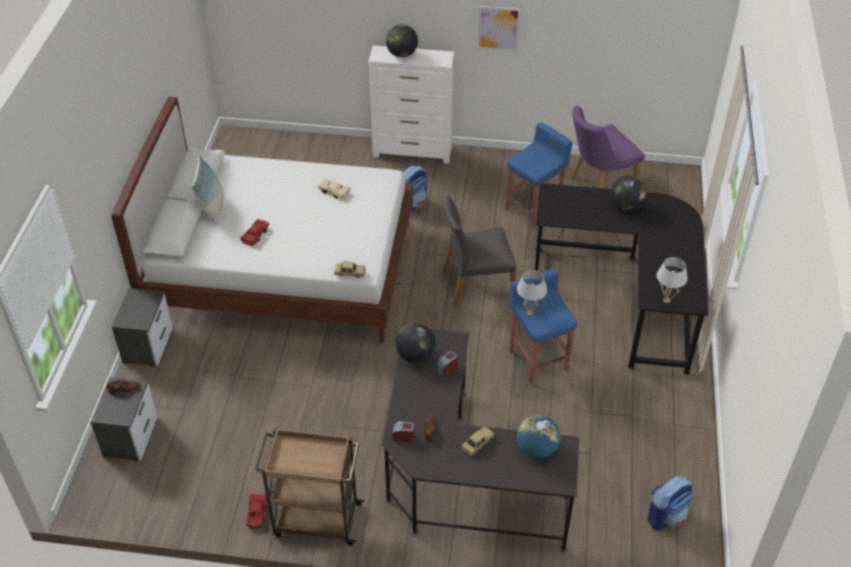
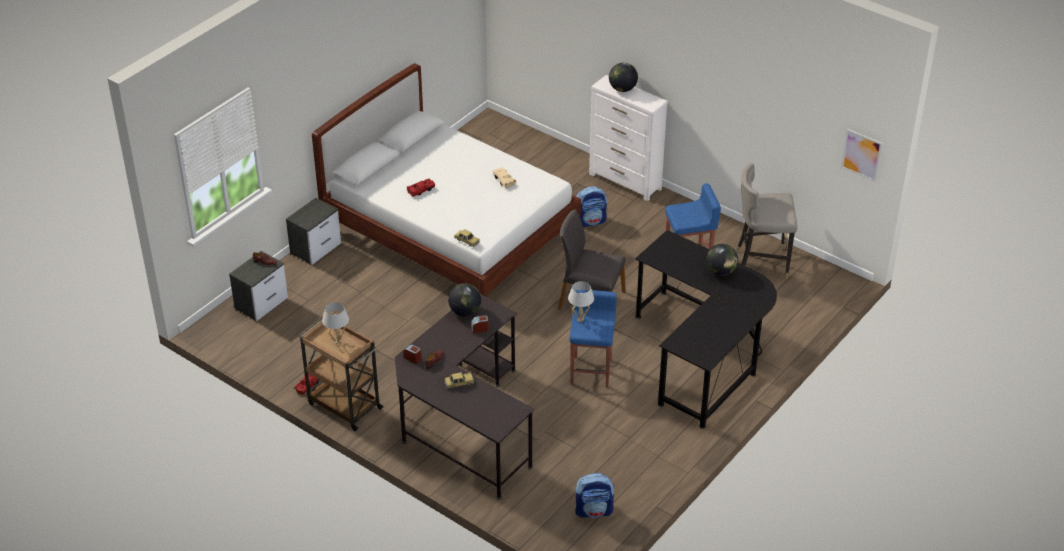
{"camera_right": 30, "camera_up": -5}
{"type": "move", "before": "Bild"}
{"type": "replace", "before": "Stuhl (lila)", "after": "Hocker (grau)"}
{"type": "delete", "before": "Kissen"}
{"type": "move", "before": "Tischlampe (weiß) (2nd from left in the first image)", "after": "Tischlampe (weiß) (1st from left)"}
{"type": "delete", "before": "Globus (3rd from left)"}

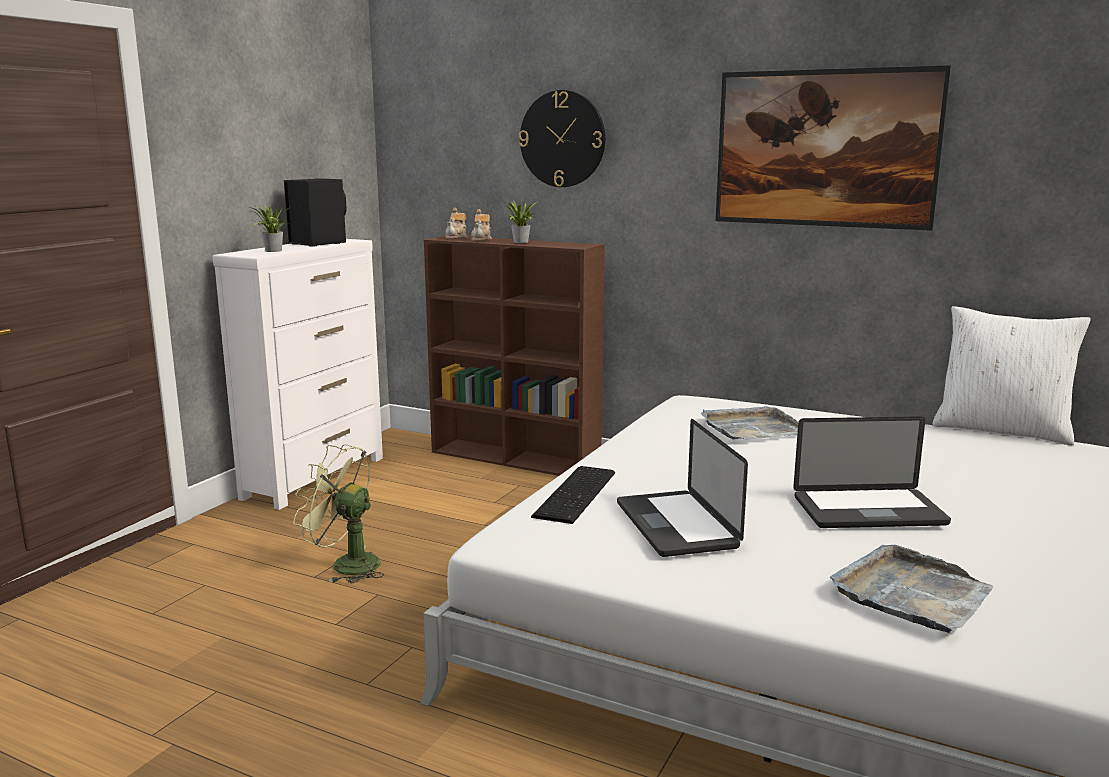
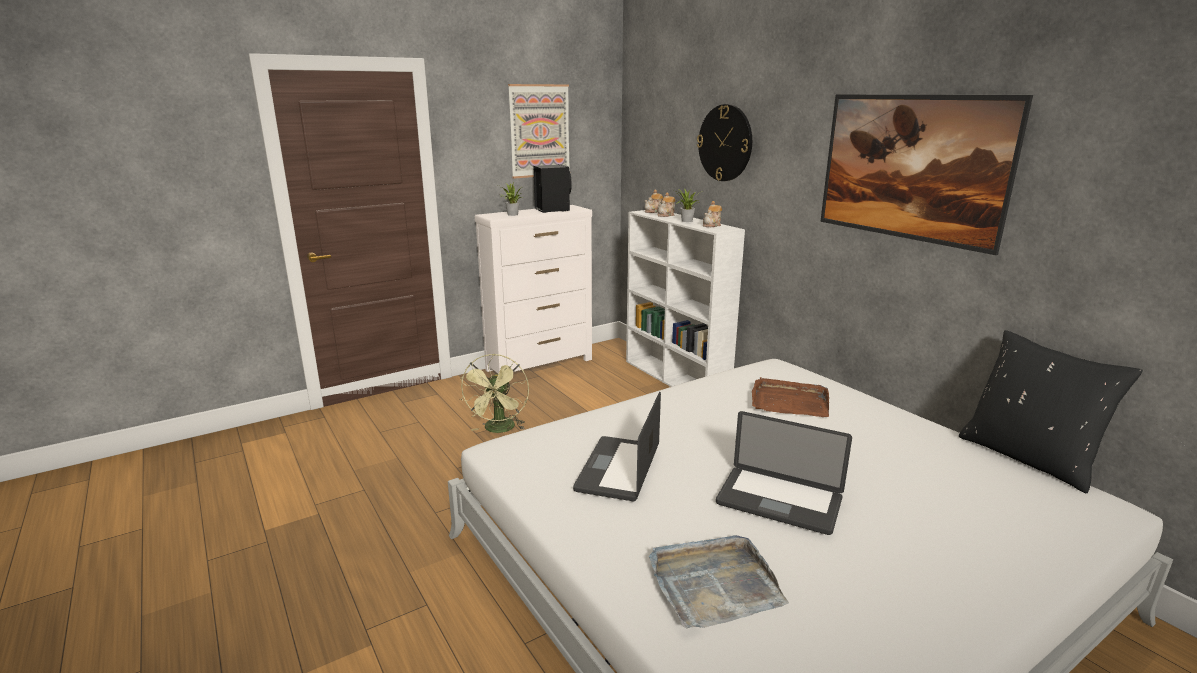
{"camera_right": 30, "camera_up": 5}
{"type": "recolor", "before": "Bücherregal (braun)", "after": "Bücherregal (weiß)"}
{"type": "recolor", "before": "Kissen (weiß)", "after": "Kissen (schwarz)"}
{"type": "recolor", "before": "Tablett (grau) (1st from left)", "after": "Tablett (braun)"}
{"type": "rotate", "before": "Ventilator (grün)", "turn": -135}
{"type": "delete", "before": "Tastatur"}
{"type": "insert", "after": "Bild (1st from left)"}
{"type": "insert", "after": "Teekanne (3rd from left)"}

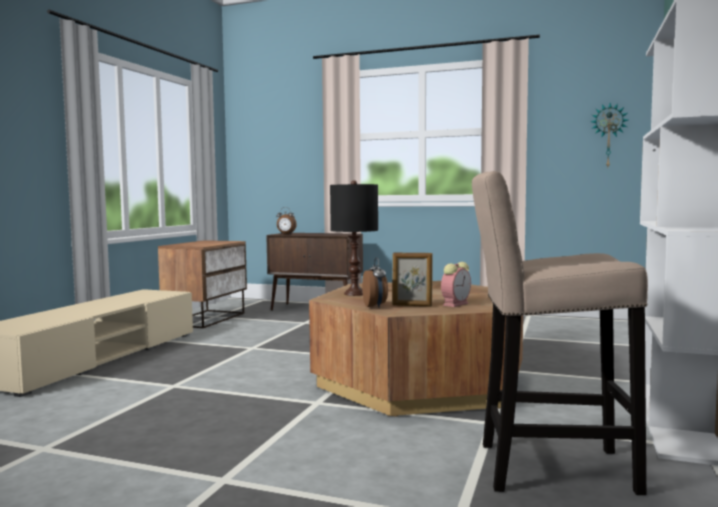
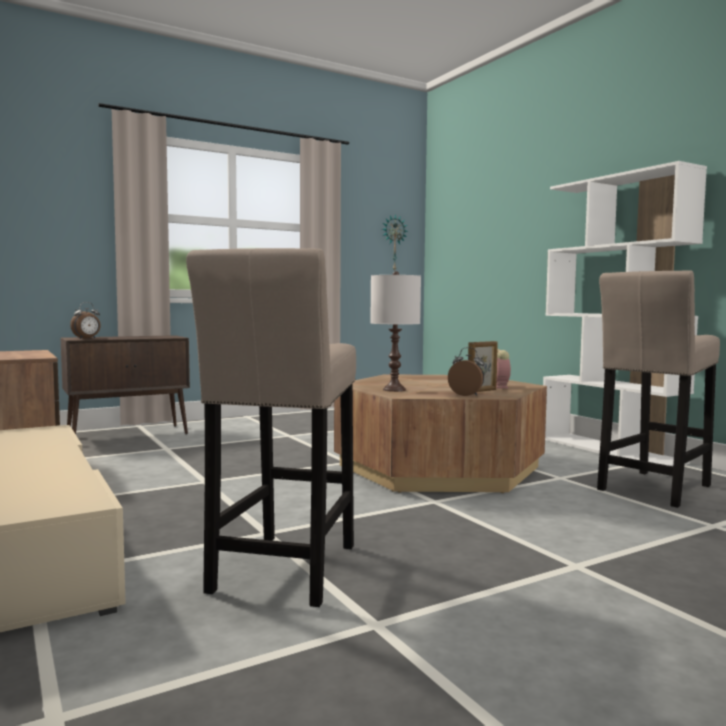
{"camera_right": -50, "camera_up": 0}
{"type": "recolor", "before": "Tischlampe (schwarz)", "after": "Tischlampe (weiß)"}
{"type": "insert", "after": "Hocker (beige) (1st from left)"}

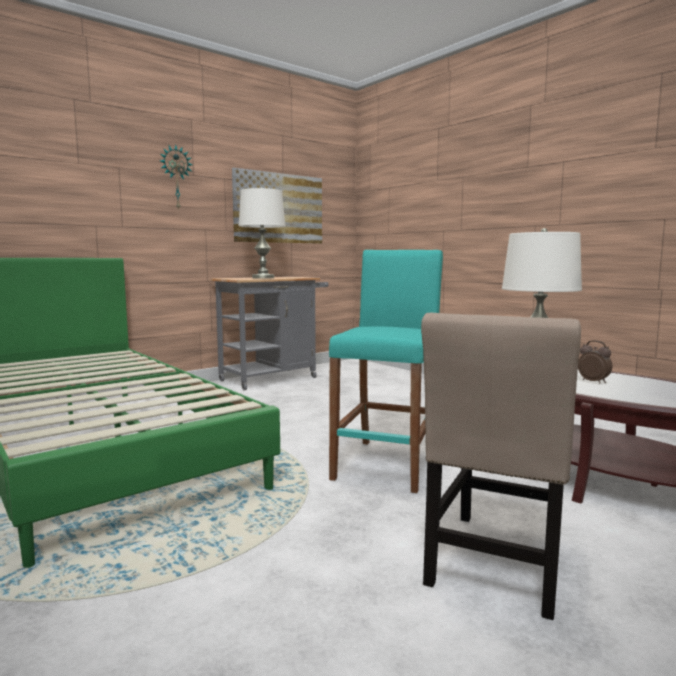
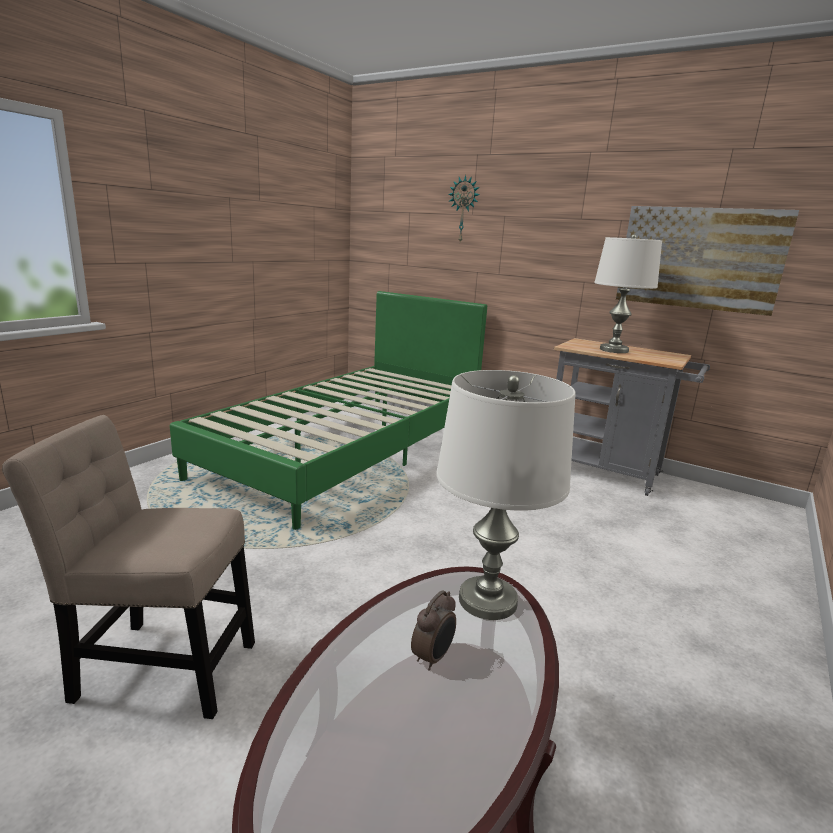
{"camera_right": 70, "camera_up": 10}
{"type": "move", "before": "Wanduhr"}
{"type": "delete", "before": "Hocker (türkis)"}

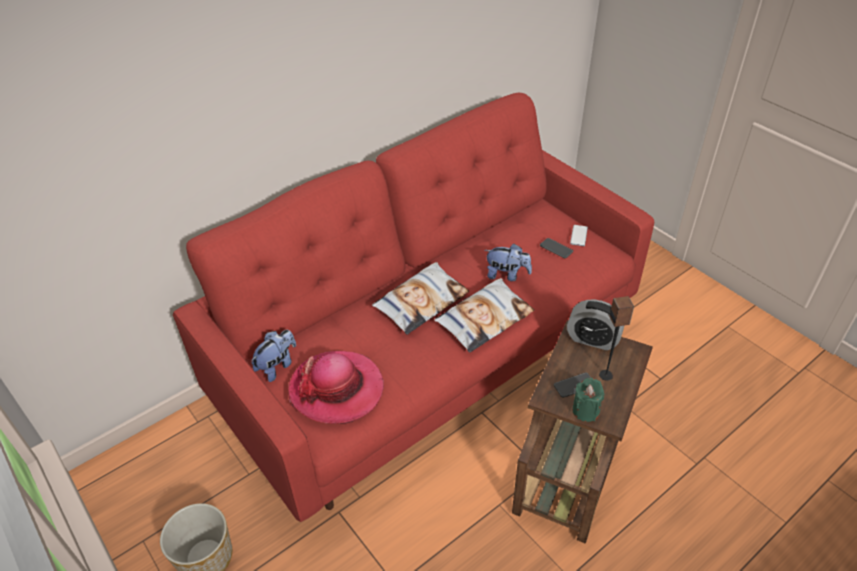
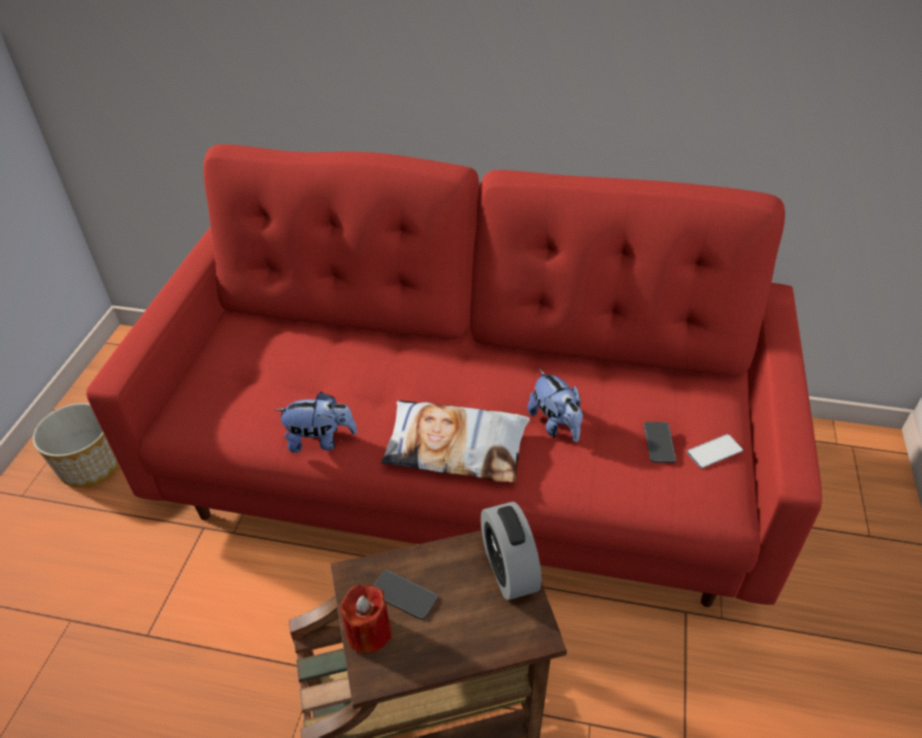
{"camera_right": 50, "camera_up": 0}
{"type": "delete", "before": "Kissen (1st from left)"}
{"type": "delete", "before": "Lautsprecher"}
{"type": "move", "before": "Plüschtier (1st from left)"}
{"type": "delete", "before": "Hut"}
{"type": "recolor", "before": "Kerze (grün)", "after": "Kerze (rot)"}

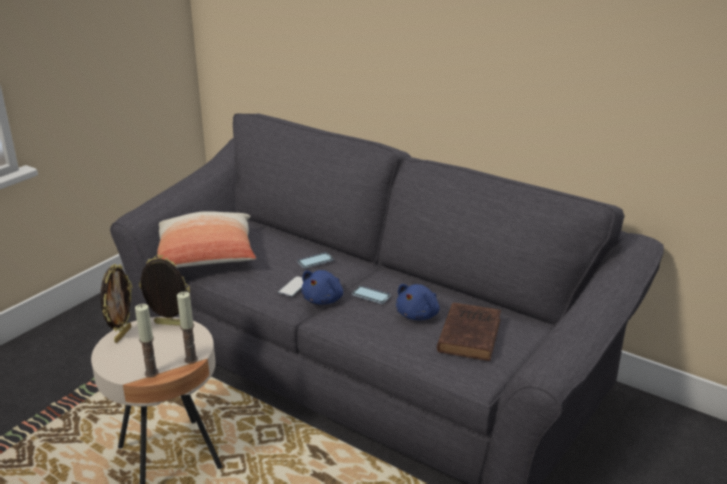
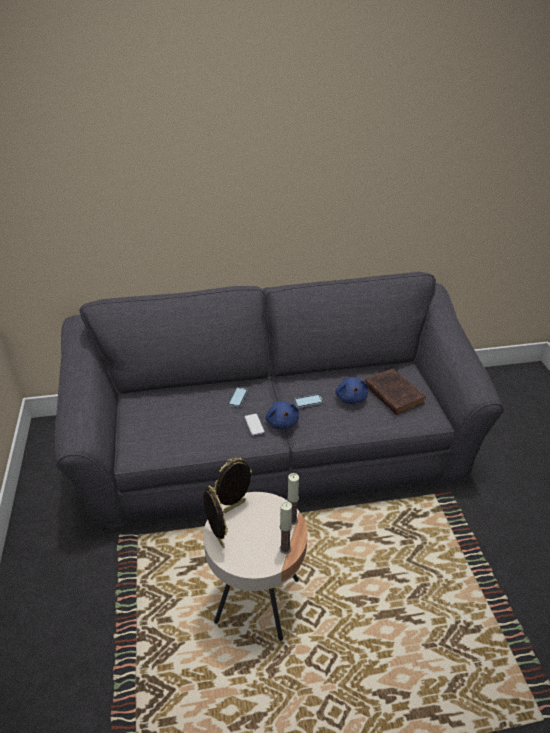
{"camera_right": -45, "camera_up": 10}
{"type": "delete", "before": "Kissen"}

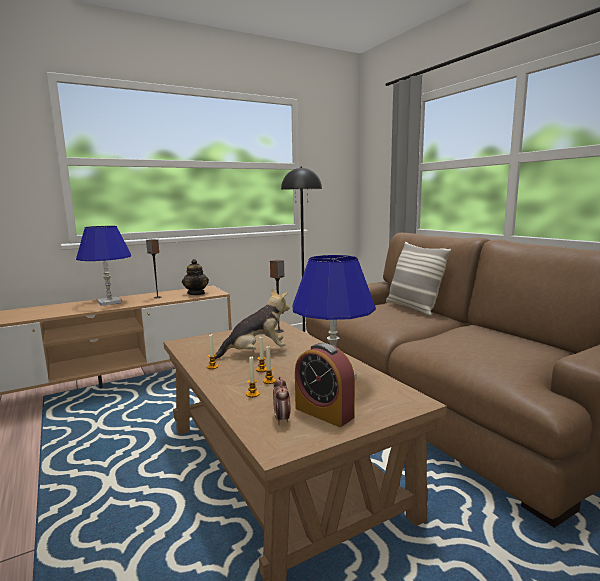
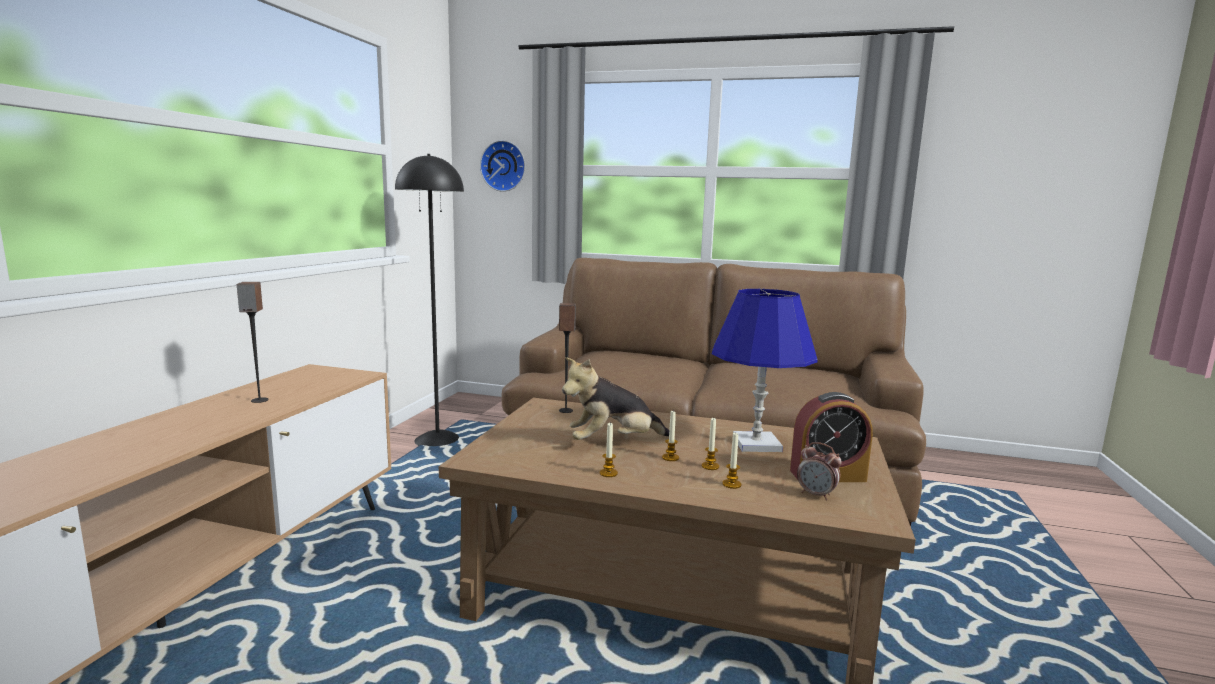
{"camera_right": -45, "camera_up": 0}
{"type": "delete", "before": "Tischlampe (blau) (1st from left)"}
{"type": "delete", "before": "Kissen"}
{"type": "delete", "before": "Teekanne"}
{"type": "rotate", "before": "Plüschtier", "turn": -135}
{"type": "insert", "after": "Wanduhr"}

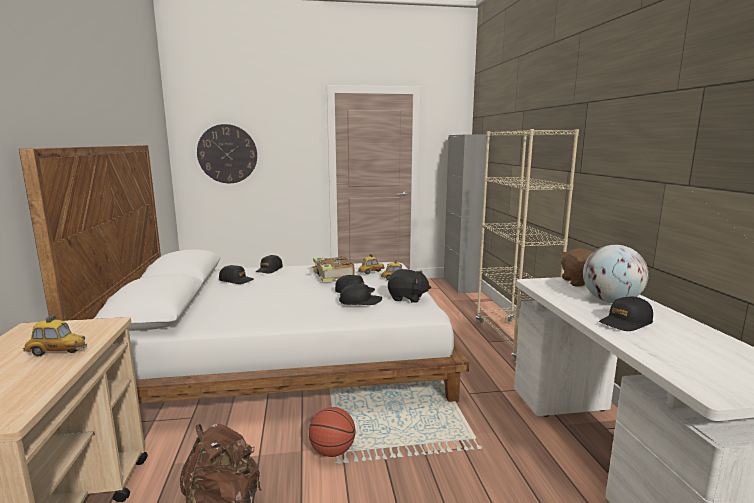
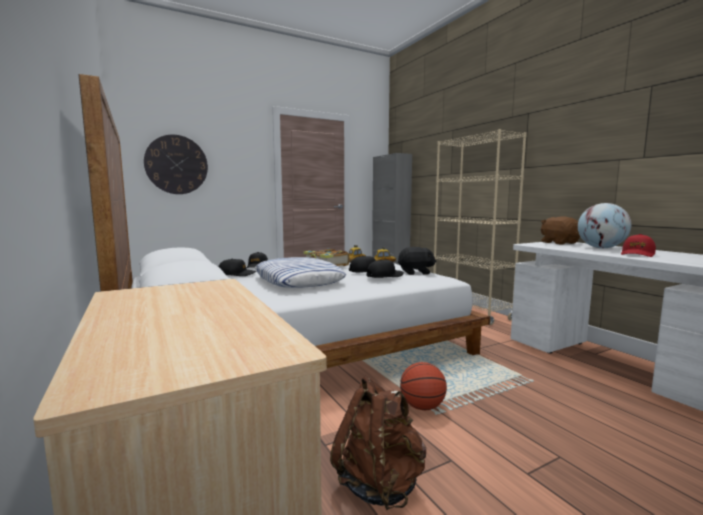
{"camera_right": -20, "camera_up": -5}
{"type": "recolor", "before": "Kappe (schwarz) (5th from left)", "after": "Kappe (rot)"}
{"type": "delete", "before": "Spielzeugauto (1st from left)"}
{"type": "insert", "after": "Kissen"}

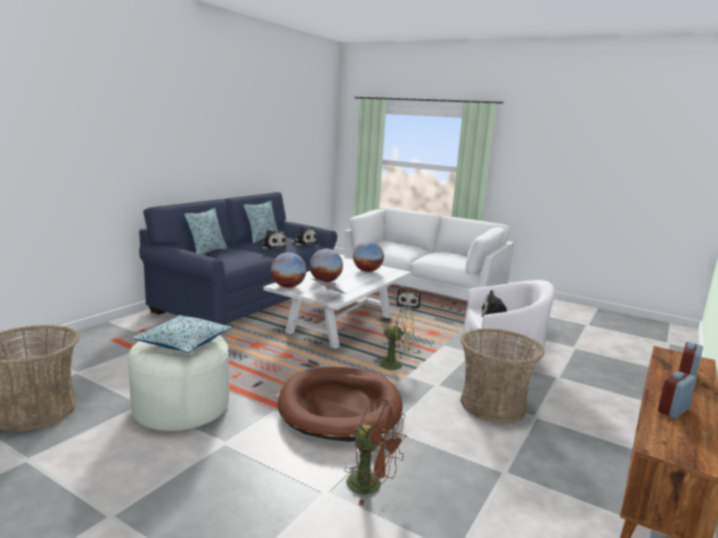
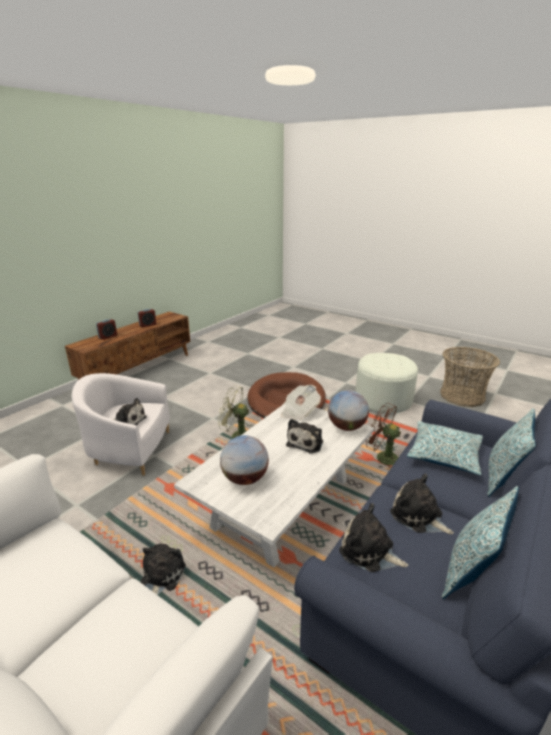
{"camera_right": -175, "camera_up": 10}
{"type": "replace", "before": "Globus (2nd from left)", "after": "Plüschtier (3rd from left)"}
{"type": "move", "before": "Kissen (1st from left)"}
{"type": "delete", "before": "Korb (2nd from left)"}
{"type": "move", "before": "Ventilator (braun)"}

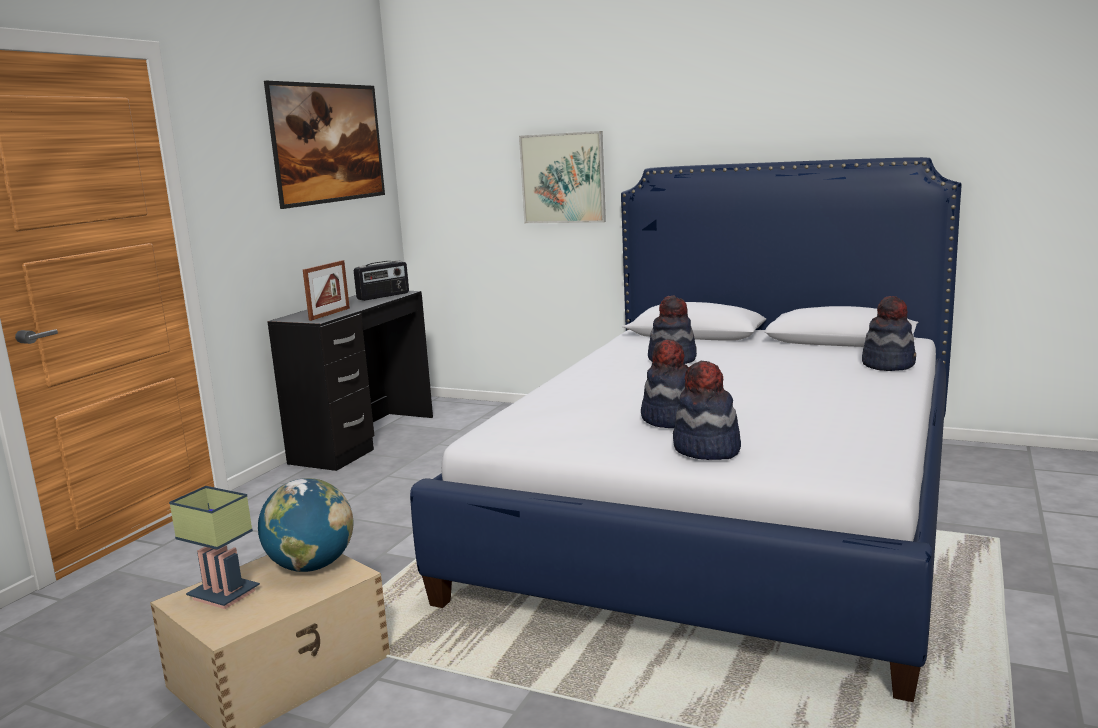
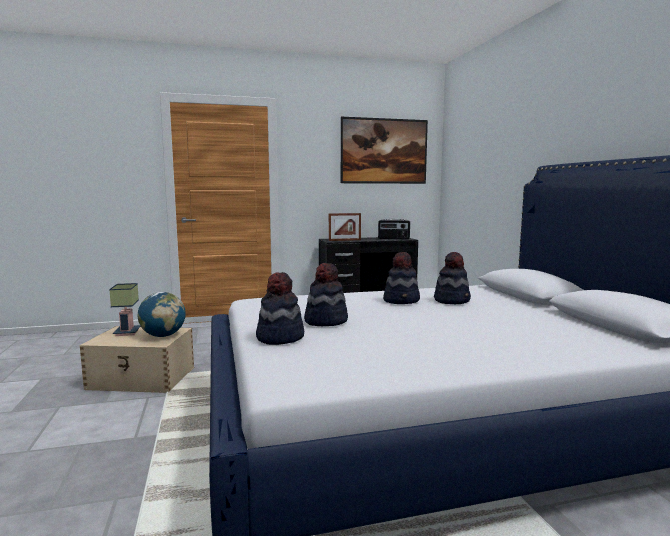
{"camera_right": 50, "camera_up": -5}
{"type": "delete", "before": "Bild (2nd from left)"}
{"type": "move", "before": "Hut (4th from left in the first image)", "after": "Hut (3rd from left)"}

